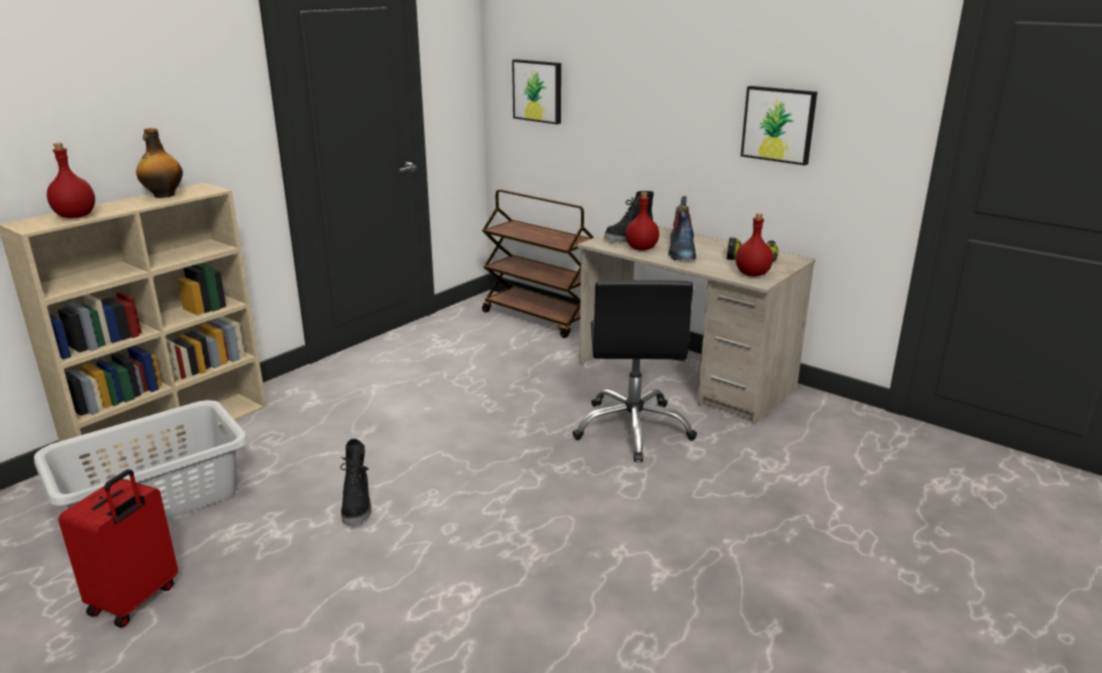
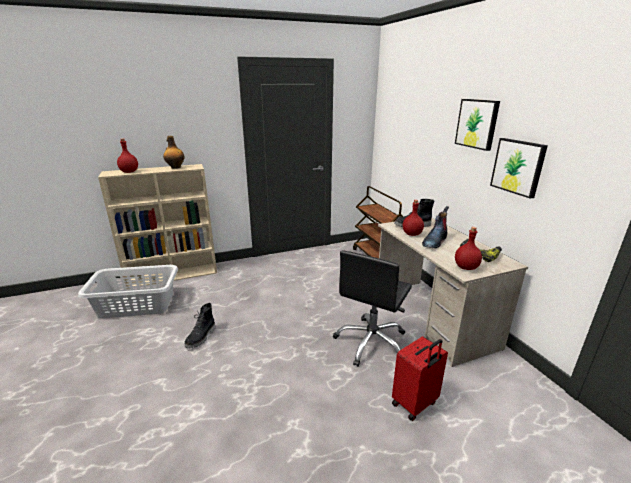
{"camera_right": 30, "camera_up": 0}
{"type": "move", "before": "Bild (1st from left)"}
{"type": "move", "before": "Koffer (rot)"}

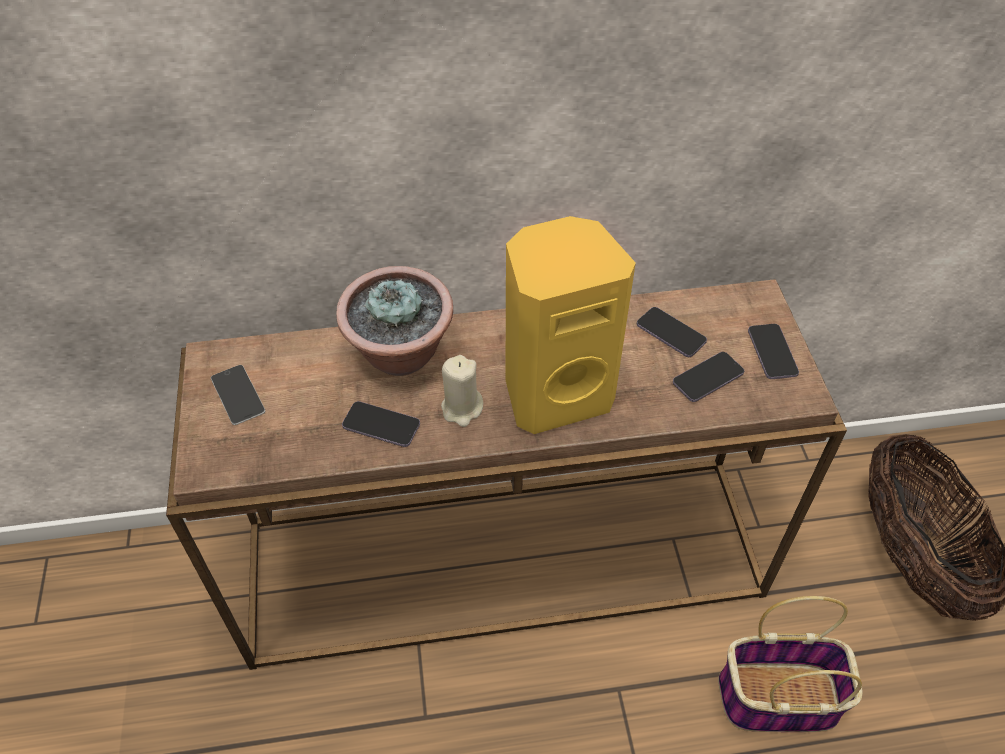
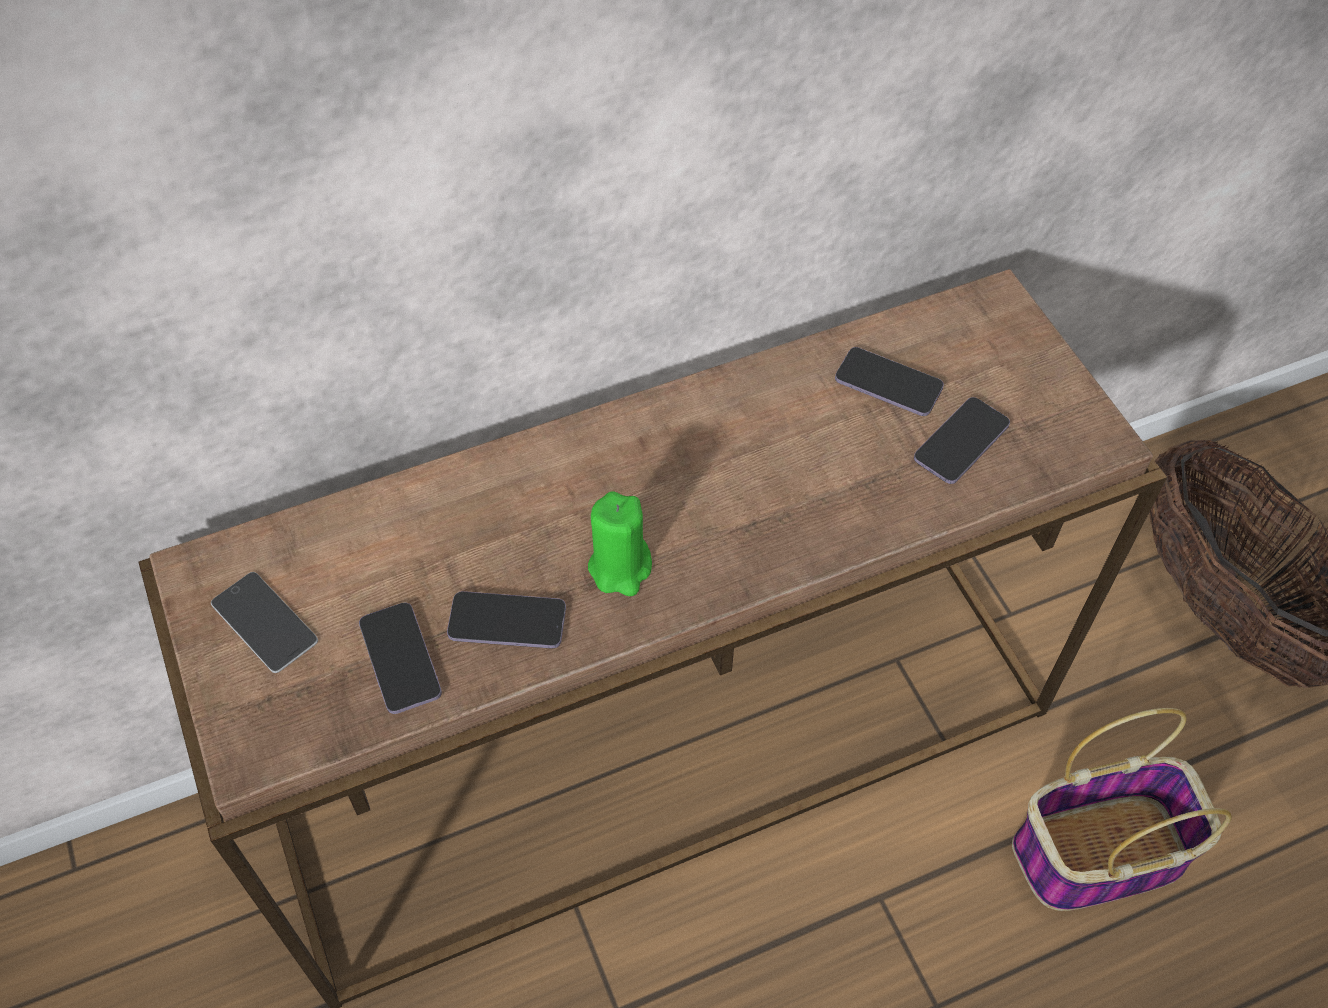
{"camera_right": -15, "camera_up": 5}
{"type": "delete", "before": "Lautsprecher (gelb)"}
{"type": "delete", "before": "Topfpflanze"}
{"type": "move", "before": "Handy (5th from left in the first image)", "after": "Handy (2nd from left)"}
{"type": "recolor", "before": "Kerze (beige)", "after": "Kerze (grün)"}

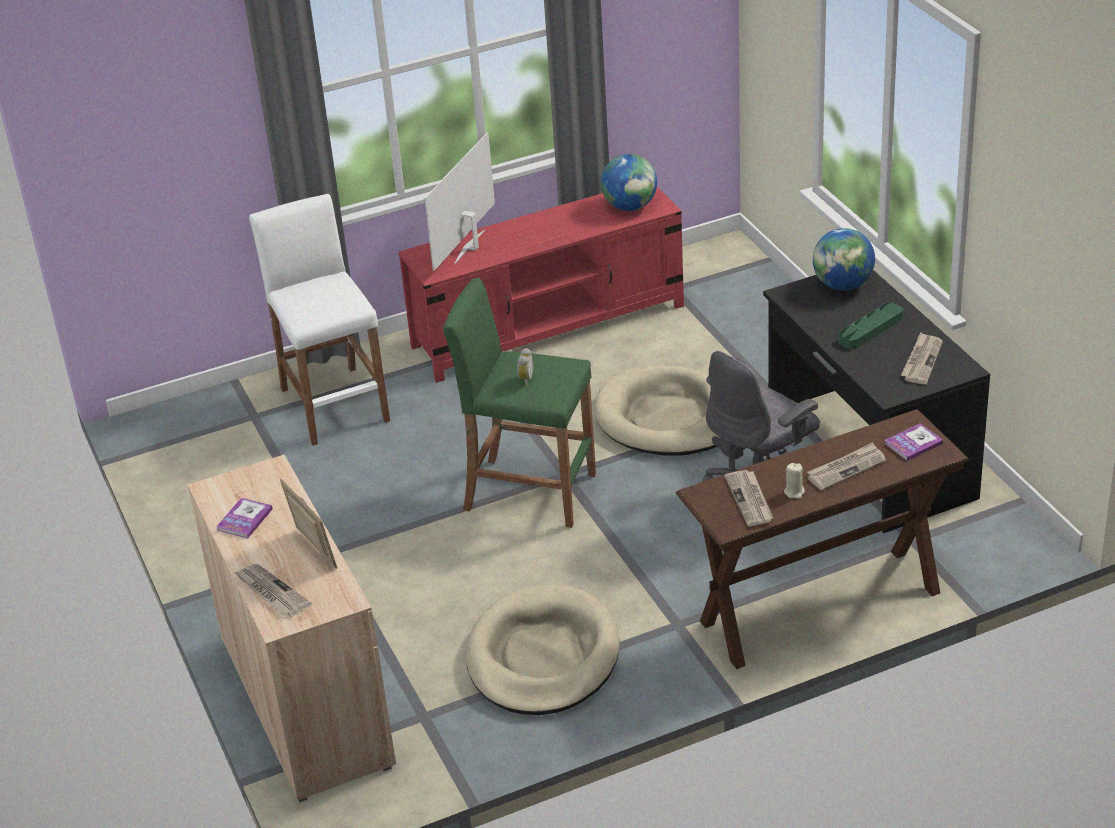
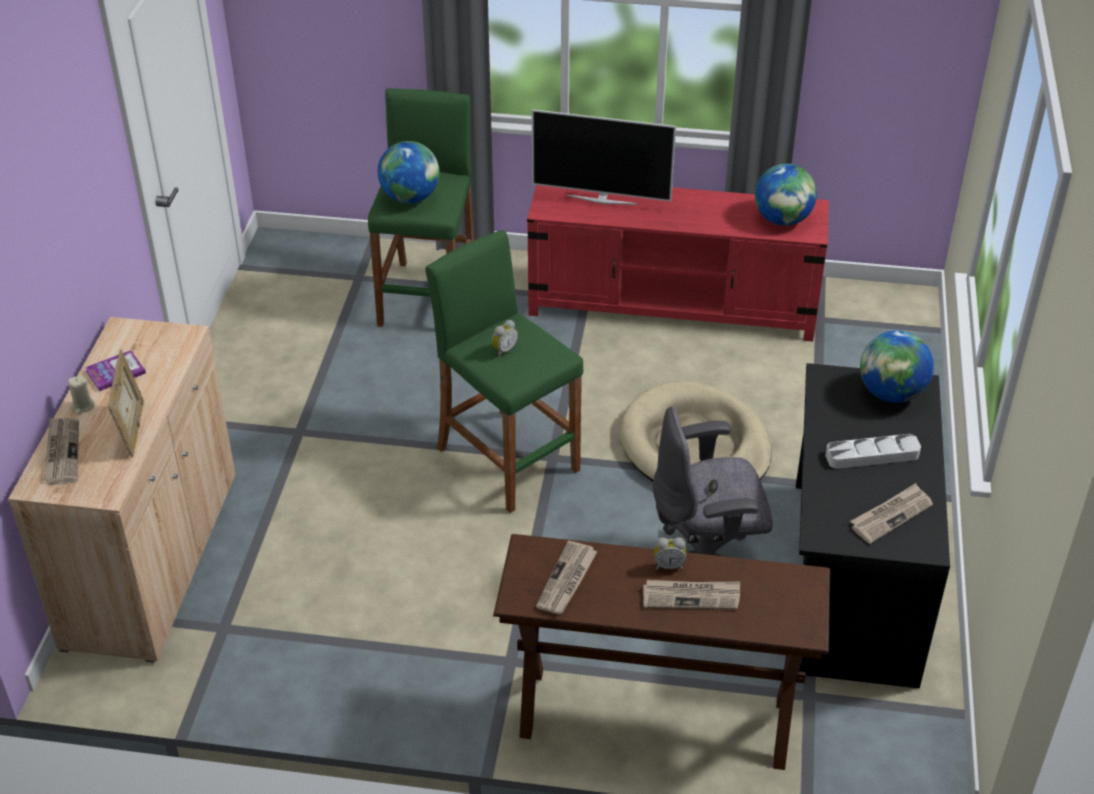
{"camera_right": 30, "camera_up": 5}
{"type": "rotate", "before": "Fernseher", "turn": -135}
{"type": "recolor", "before": "Hocker (weiß)", "after": "Hocker (grün) (1st from left)"}
{"type": "recolor", "before": "Tablett (grün)", "after": "Tablett (grau)"}
{"type": "delete", "before": "Buch (2nd from left)"}
{"type": "move", "before": "Kerze (beige)"}
{"type": "delete", "before": "Hundebett (beige) (1st from left)"}
{"type": "insert", "after": "Globus (1st from left)"}
{"type": "insert", "after": "Wecker (2nd from left)"}

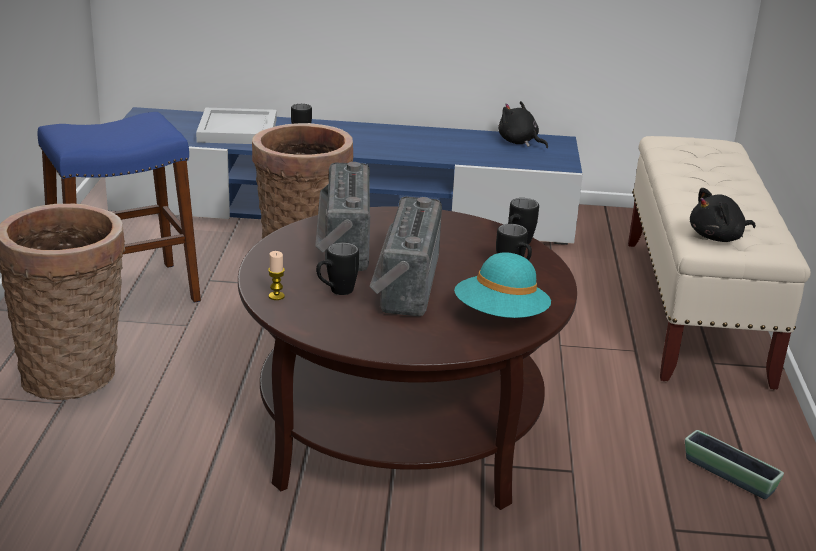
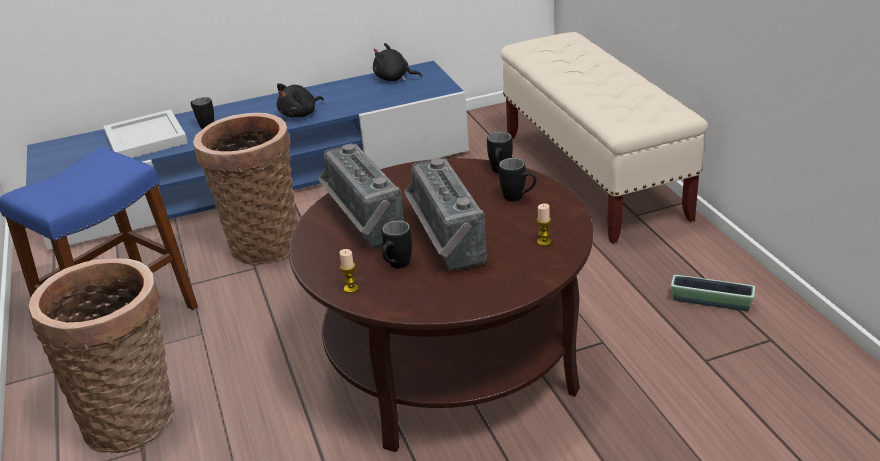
{"camera_right": -20, "camera_up": 5}
{"type": "move", "before": "Plüschtier (schwarz) (2nd from left in the first image)", "after": "Plüschtier (schwarz) (1st from left)"}
{"type": "replace", "before": "Hut (türkis)", "after": "Kerze (2nd from left)"}

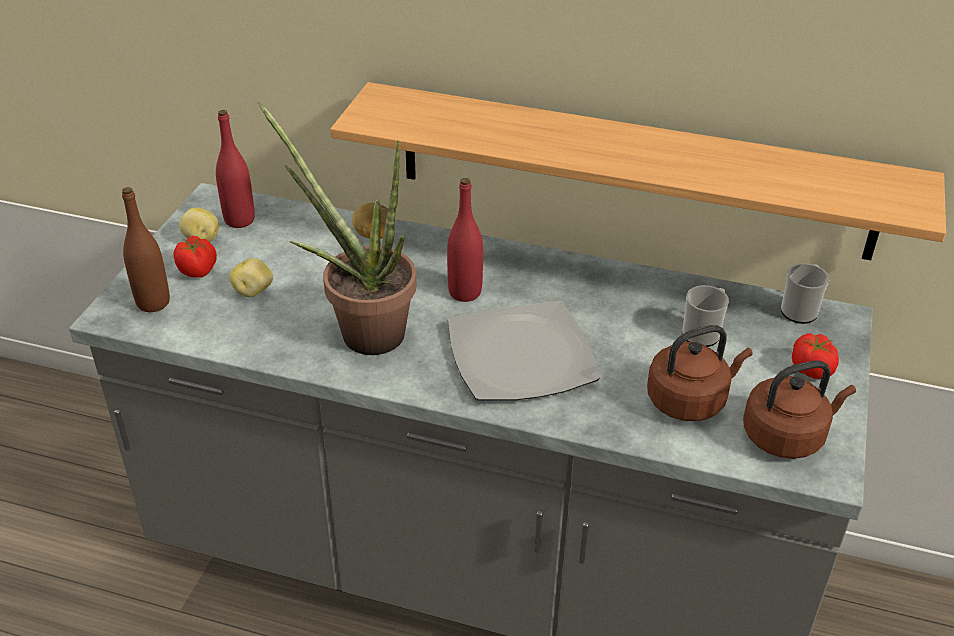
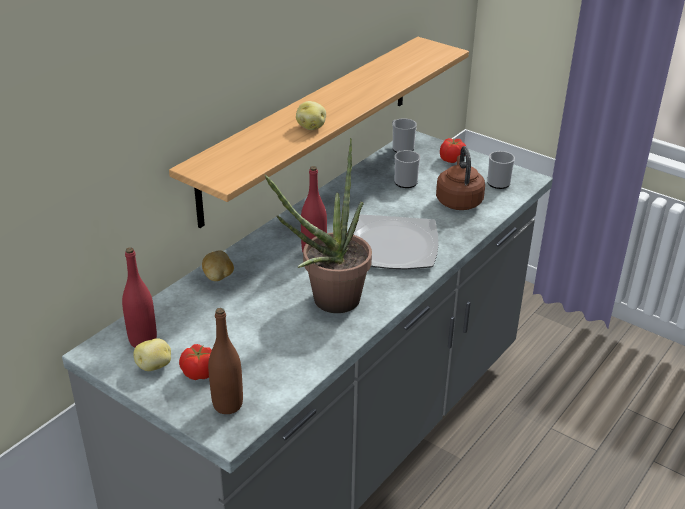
{"camera_right": -70, "camera_up": -5}
{"type": "move", "before": "Kartoffel (2nd from left in the first image)", "after": "Kartoffel (3rd from left)"}
{"type": "replace", "before": "Wasserkessel (braun) (2nd from left)", "after": "Henkelbecher (3rd from left)"}

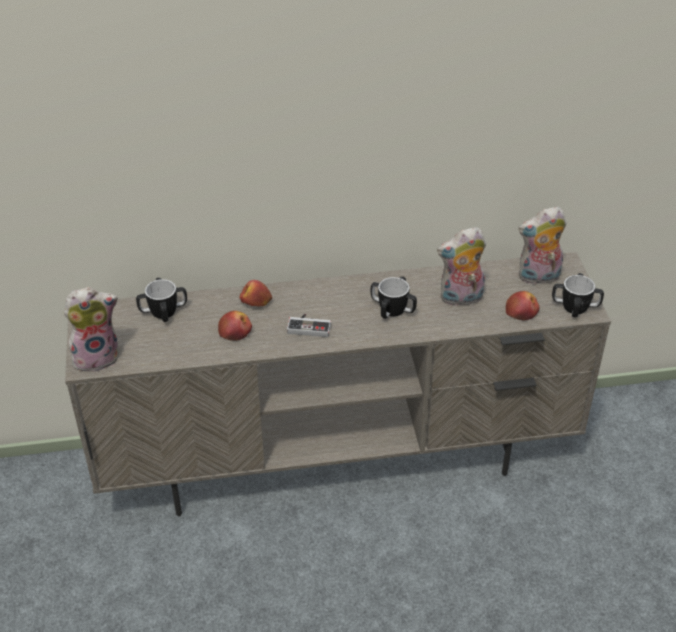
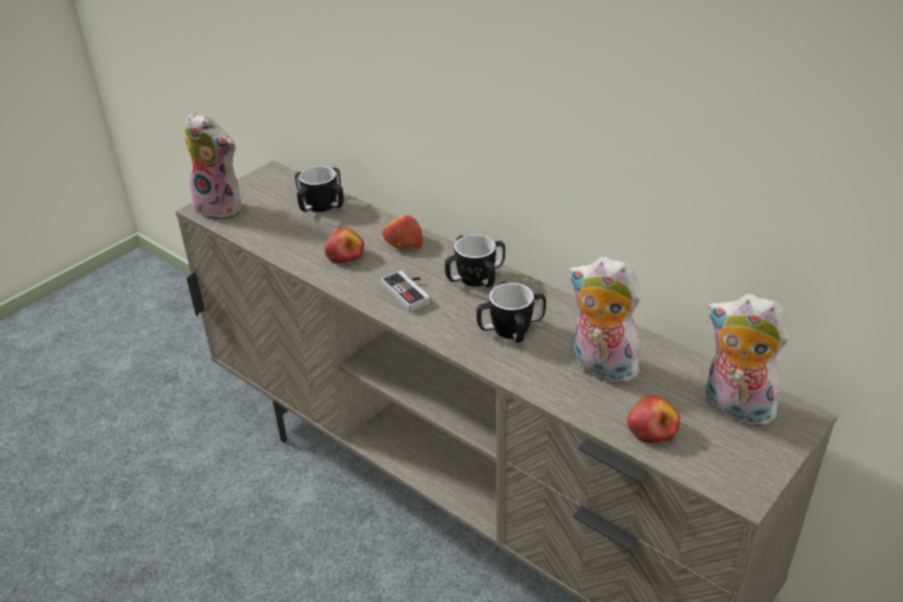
{"camera_right": 50, "camera_up": -5}
{"type": "move", "before": "Henkelbecher (3rd from left in the first image)", "after": "Henkelbecher (2nd from left)"}

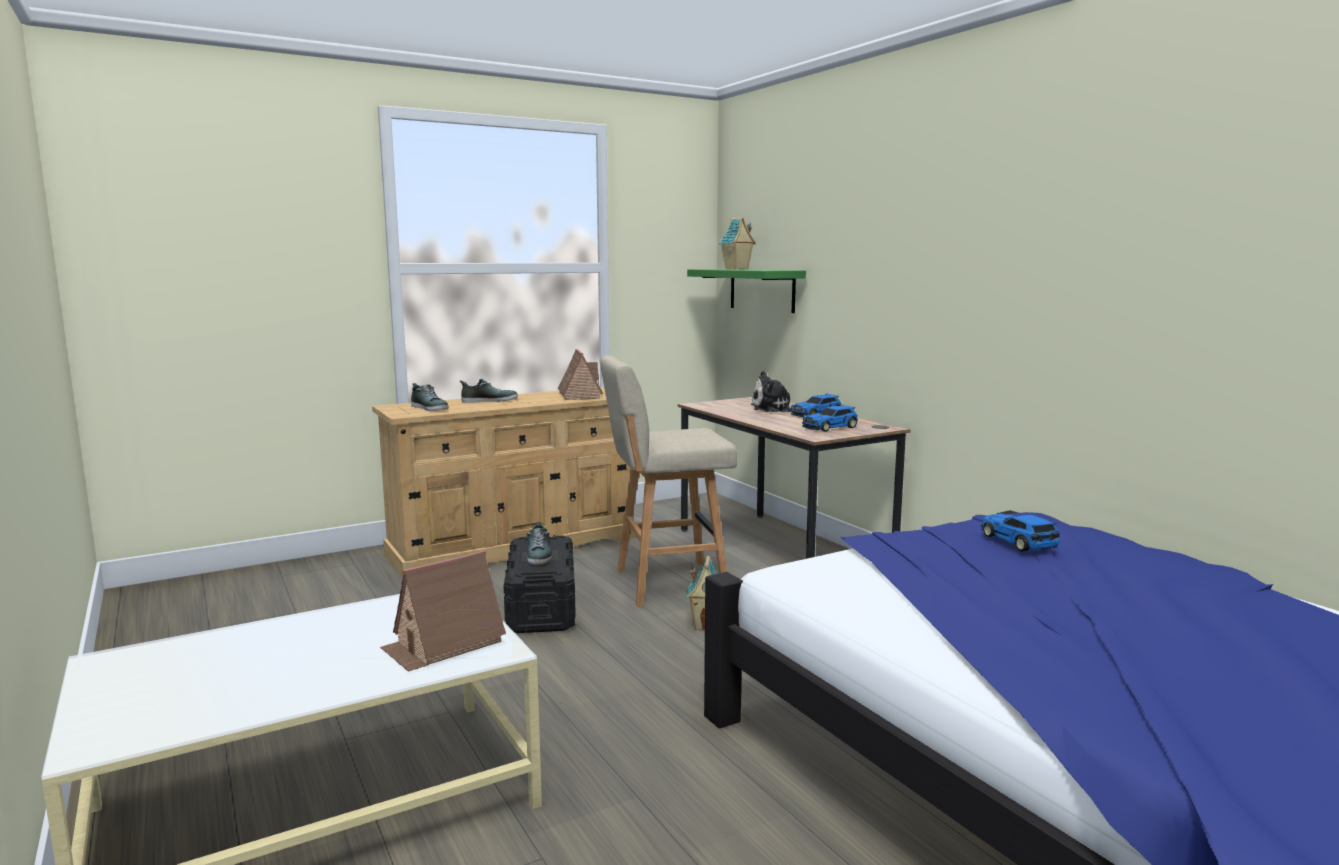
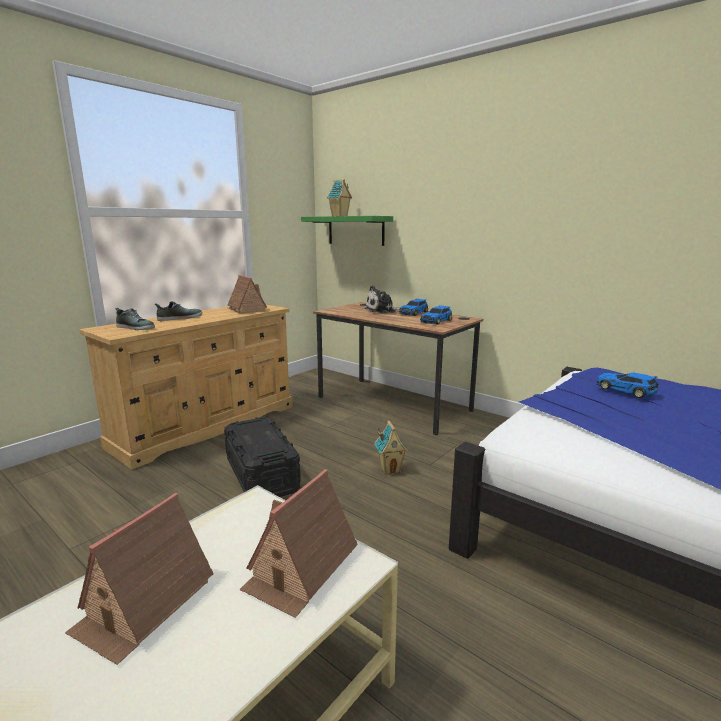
{"camera_right": -20, "camera_up": 5}
{"type": "delete", "before": "Hocker (beige)"}
{"type": "delete", "before": "Schuh (3rd from left)"}
{"type": "insert", "after": "Spielzeughaus (1st from left)"}

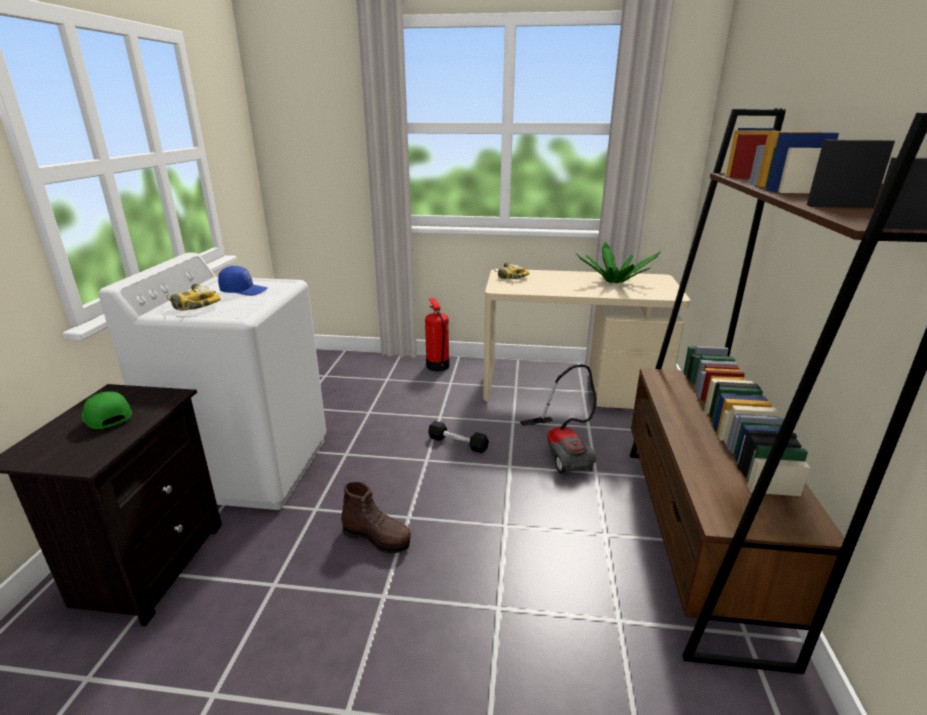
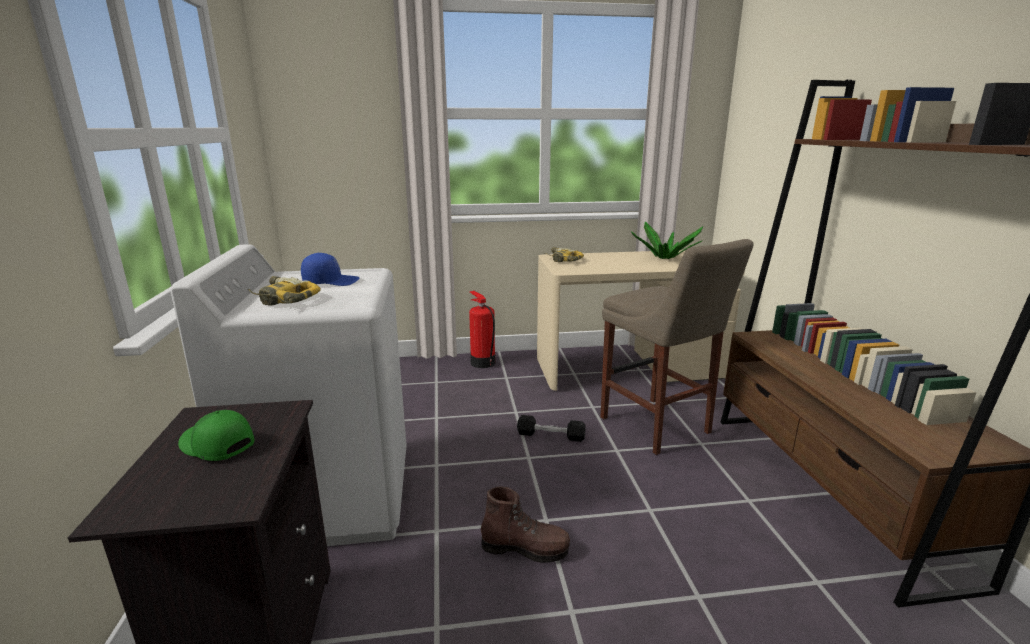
{"camera_right": -15, "camera_up": -5}
{"type": "replace", "before": "Staubsauger", "after": "Hocker (beige)"}

